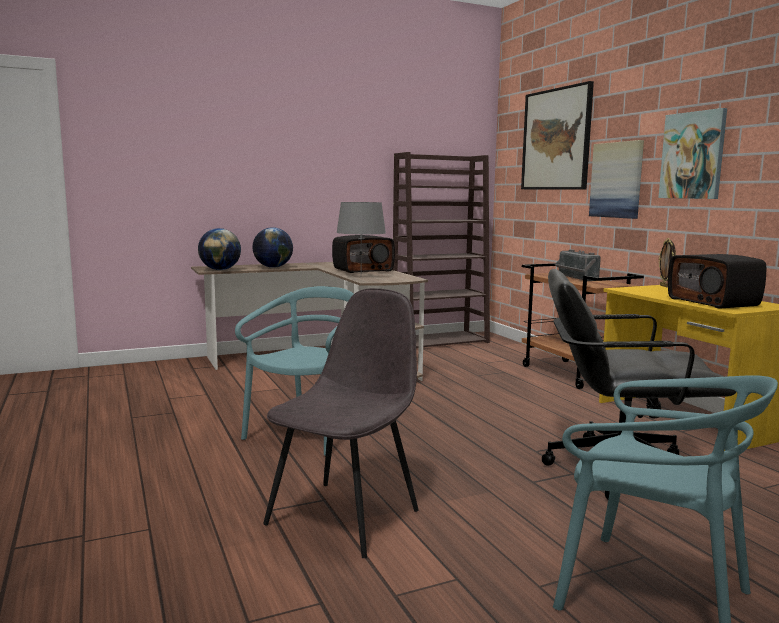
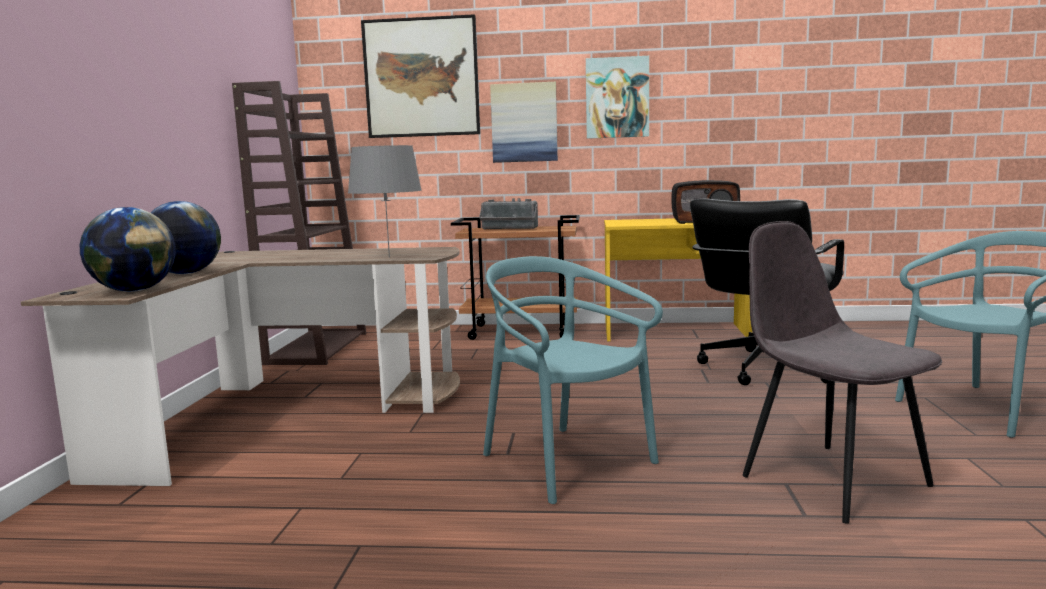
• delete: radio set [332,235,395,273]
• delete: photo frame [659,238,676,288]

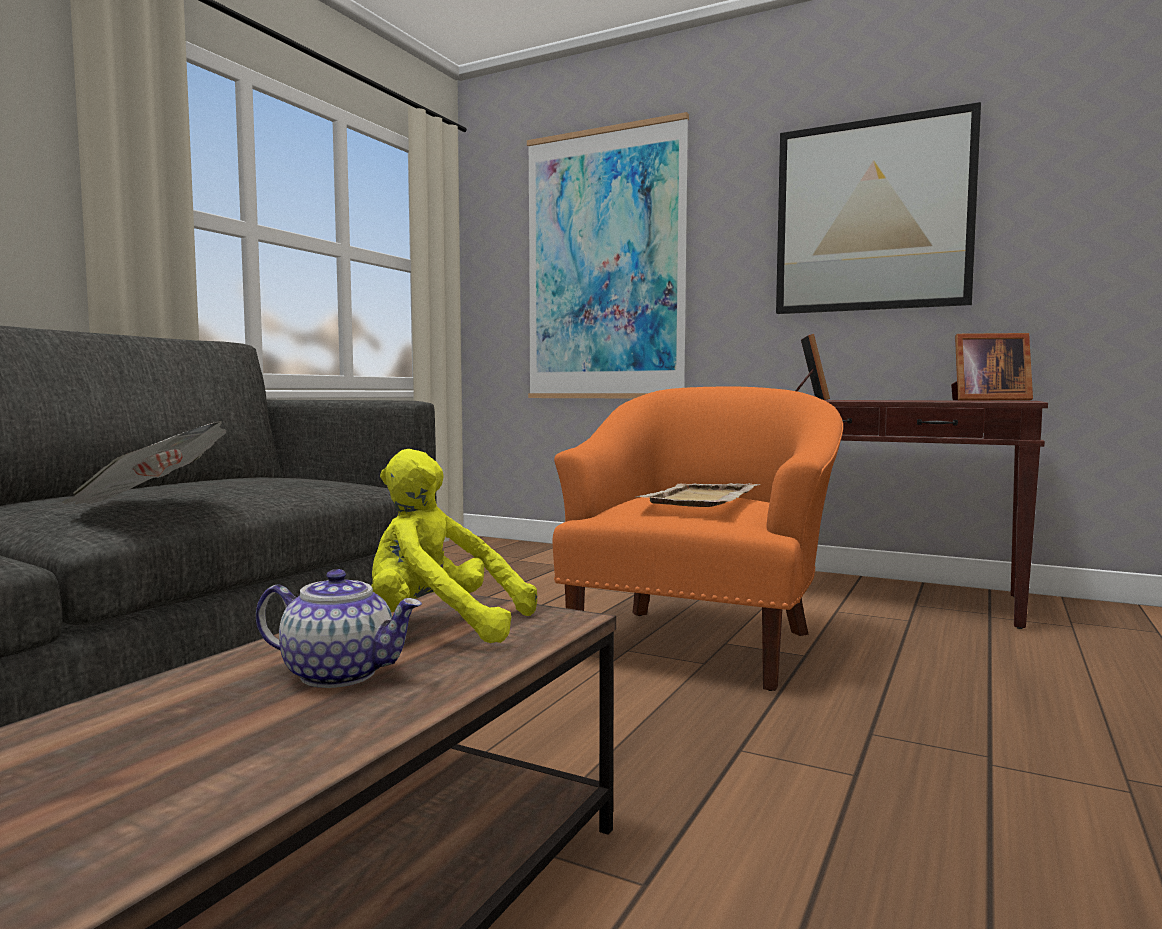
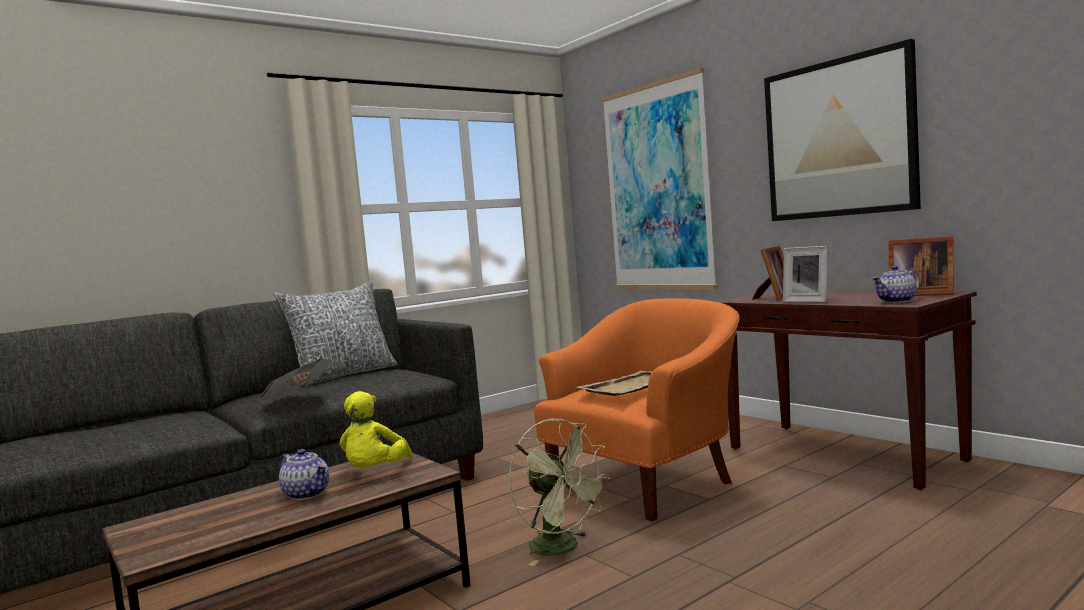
• rotate: soft toy (yellow-coloured) [371,449,537,643] = [339,391,413,468] 120 degrees counterclockwise
• insert: cushion [274,281,398,387]
• insert: fan (green) [509,419,611,566]
• insert: photo frame [783,246,828,302]
• insert: teapot [871,266,920,303]

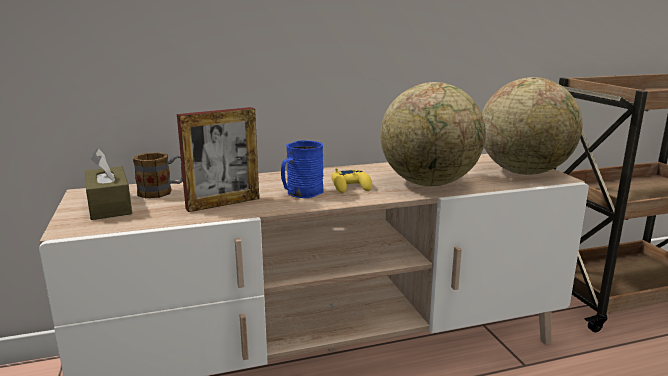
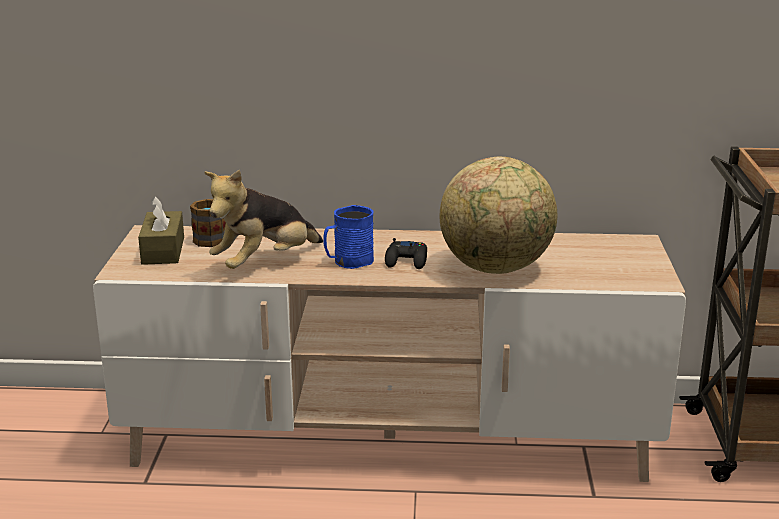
• replace: photo frame [177,107,259,212] to soft toy [204,170,323,269]
• recolor: gamepad (yellow-coloured) [331,168,372,193] to gamepad (blackish) [385,238,427,269]
• delete: world globe [482,77,582,175]

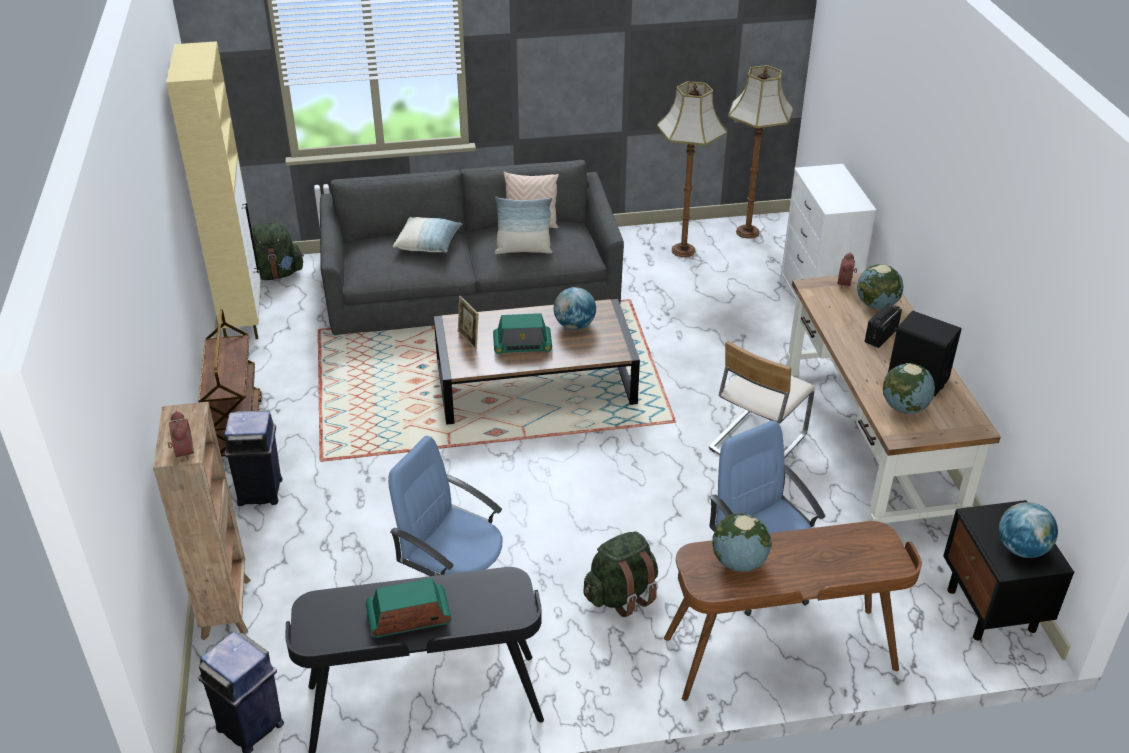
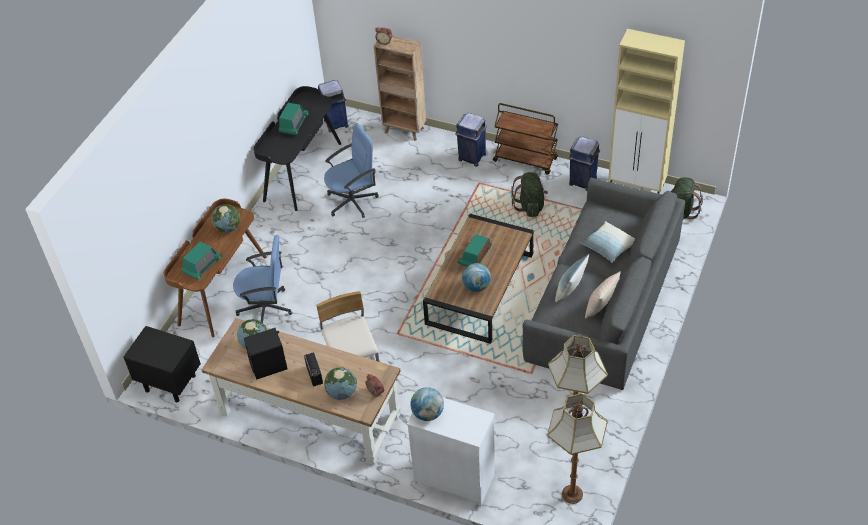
• delete: photo frame [458,296,479,349]
• move: backpack (green) [583,532,658,617] to [512,172,548,217]
• move: world globe [999,502,1058,558] to [410,387,444,421]
• insert: radio set [182,241,222,280]
• insert: rubbish bin (bluish) [569,136,600,191]

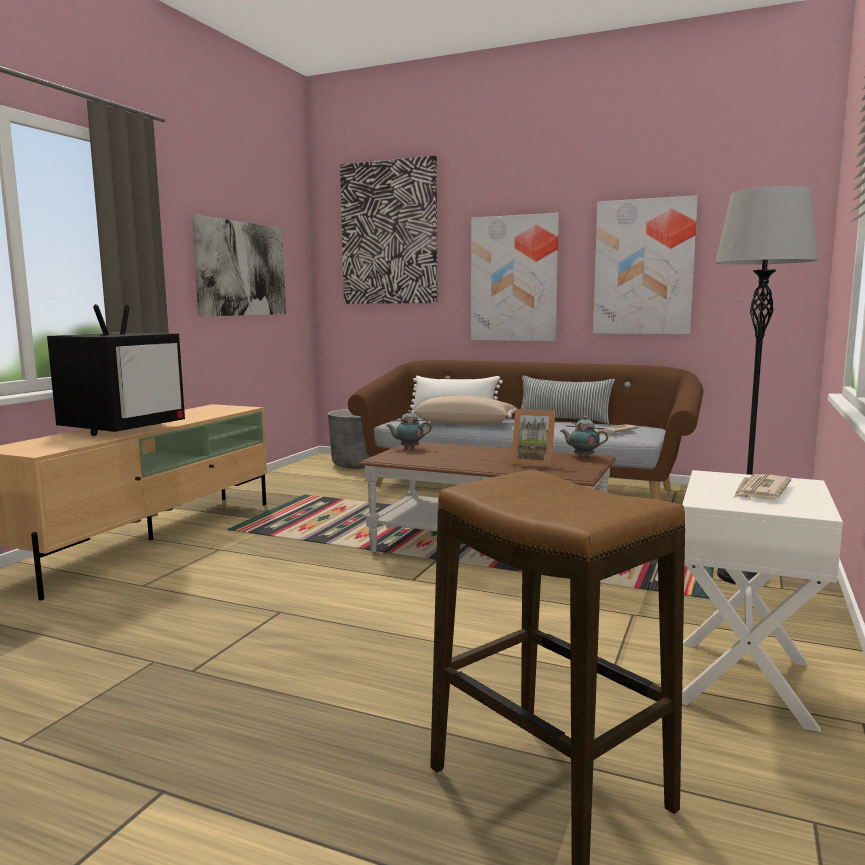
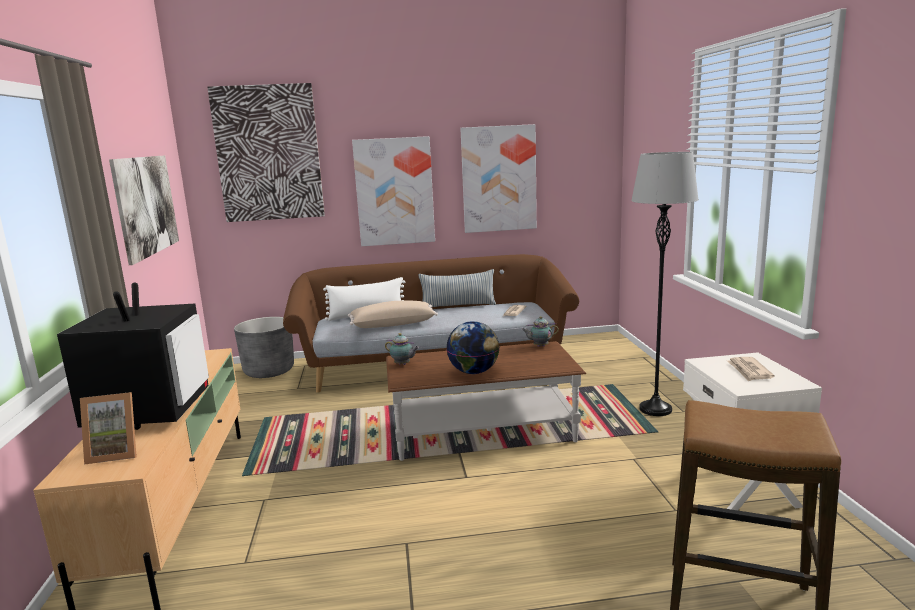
• rotate: teapot [386,410,432,449] = [385,333,419,365] 120 degrees counterclockwise
• move: photo frame [511,409,556,467] to [80,392,137,465]
• insert: world globe [446,321,500,374]

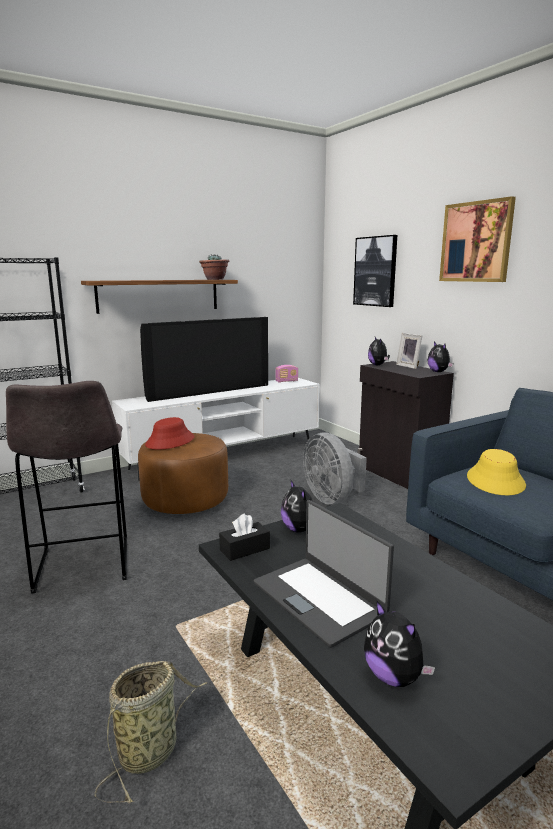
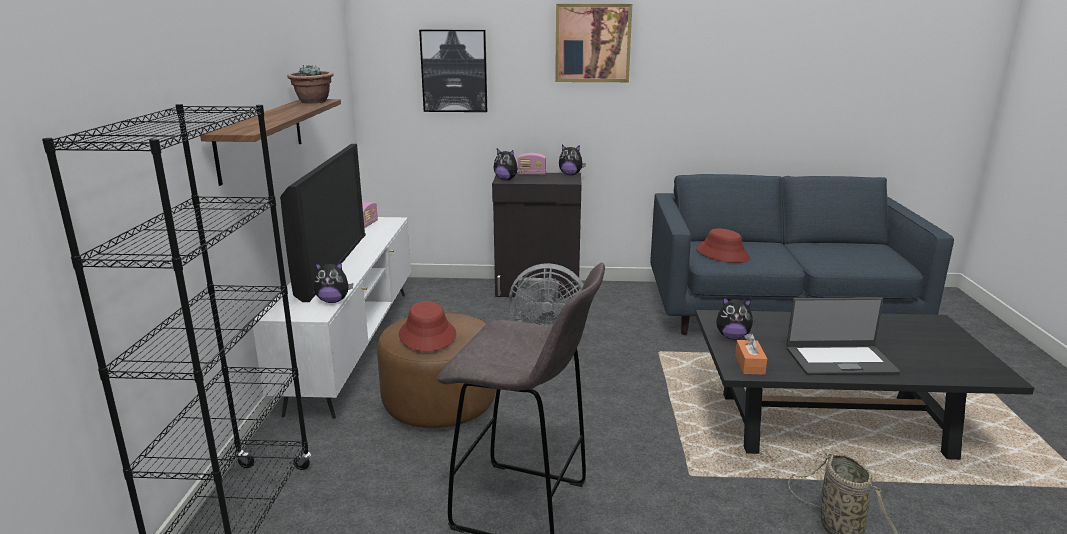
• recolor: tissue holder (blackish) [219,513,270,561] to tissue holder (orange) [735,333,767,375]
• move: soft toy [364,601,435,687] to [314,262,353,303]
• replace: photo frame [396,333,422,369] to radio set [518,153,546,175]
• recolor: hat (yellow-coloured) [467,449,526,495] to hat (red-coloured) [696,228,750,263]

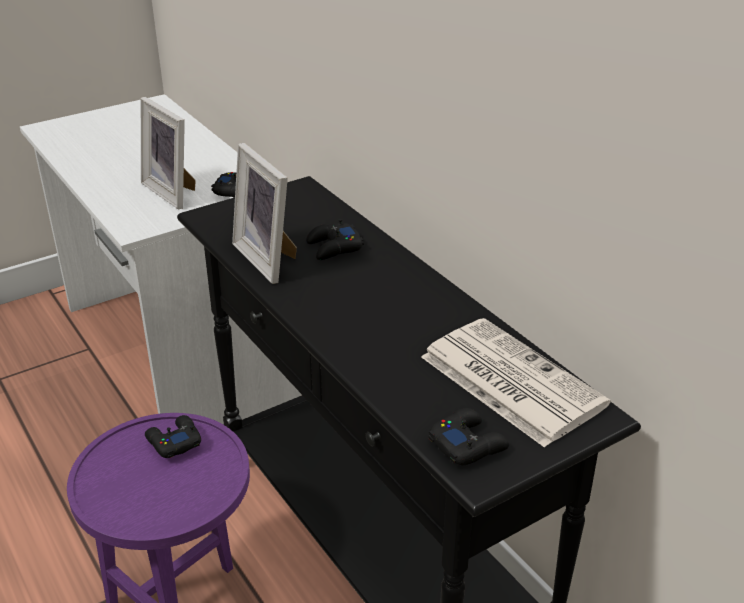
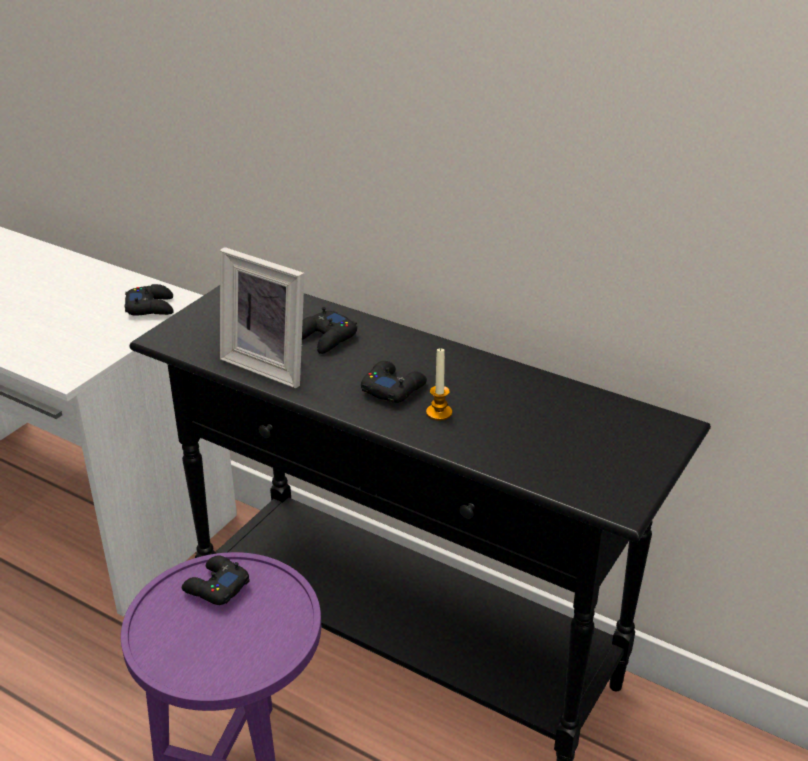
• delete: photo frame [141,97,196,209]
• delete: printed paper [421,318,611,448]
• move: gamepad (blackish) [428,408,509,465] to [361,361,427,403]
• insert: wax candle [426,347,452,421]

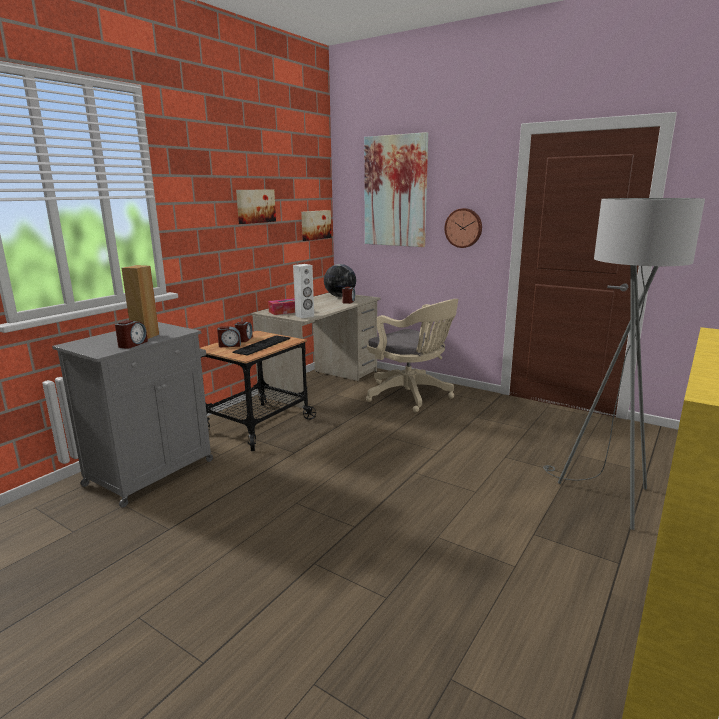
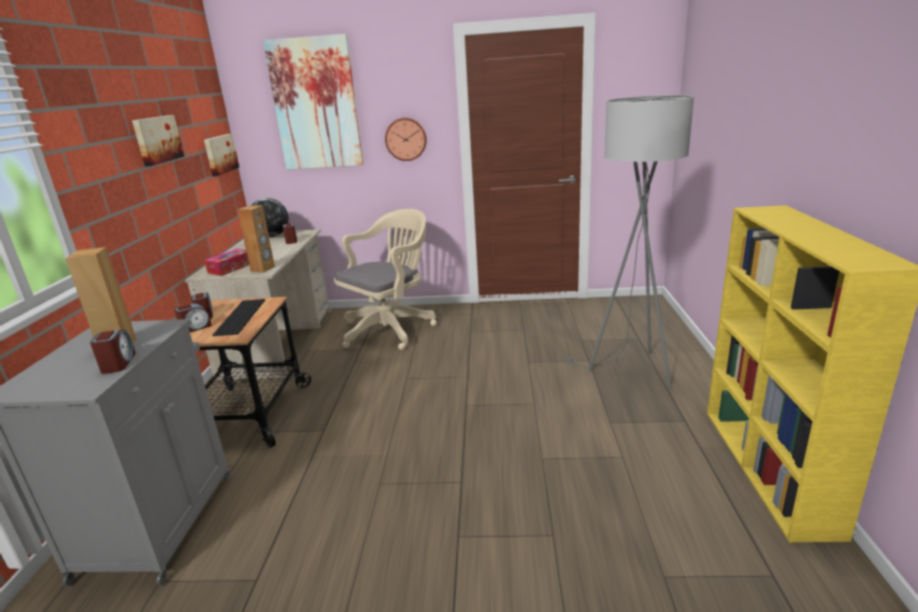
• recolor: loudspeaker (white-coloured) [293,264,314,318] to loudspeaker (brownish) [237,205,275,273]
• rotate: computer chair (sand-coloured) [366,299,458,412] = [334,209,437,350] 60 degrees counterclockwise

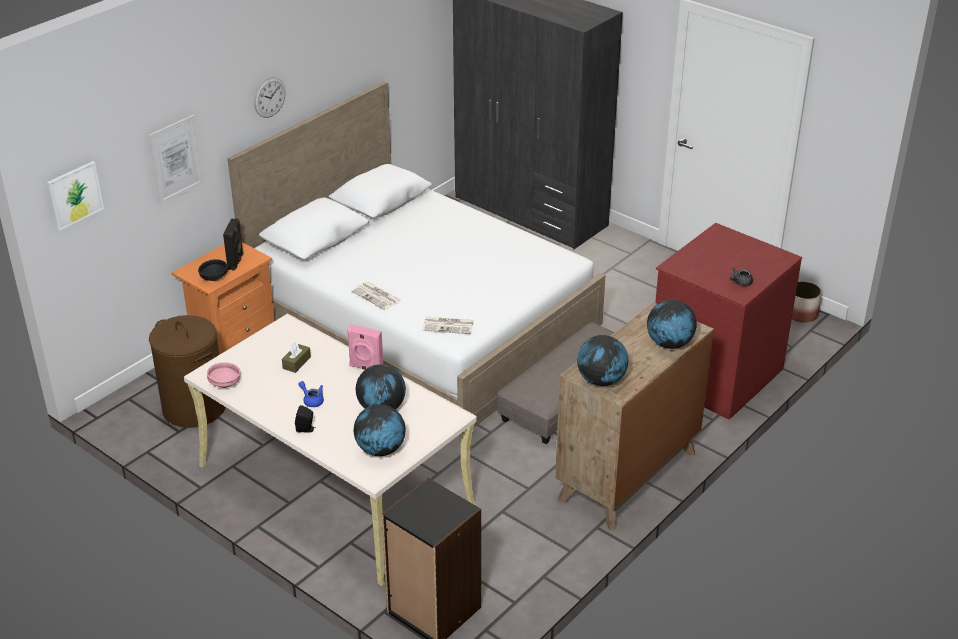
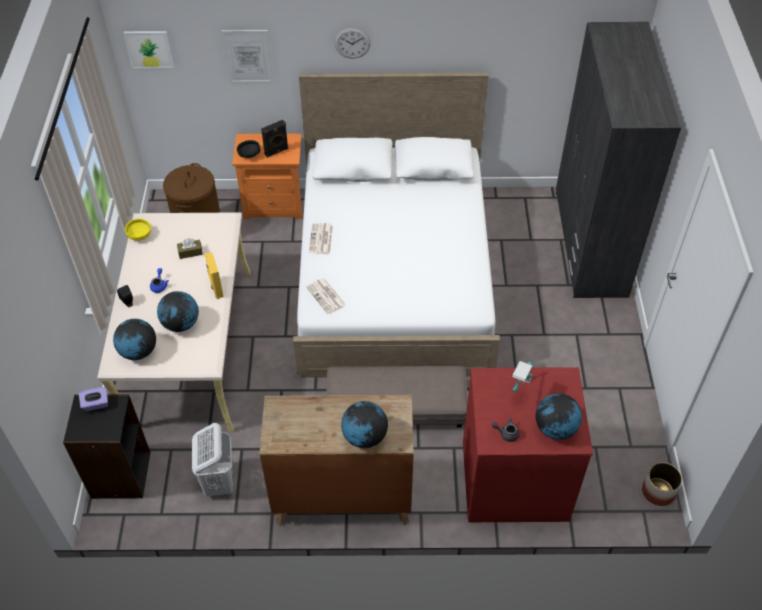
• recolor: serving bowl (pink) [207,362,240,388] to serving bowl (yellow-coloured) [125,218,151,241]
• recolor: loudspeaker (pink) [347,324,383,370] to loudspeaker (yellow-coloured) [205,252,224,299]
• move: world globe [577,335,628,386] to [535,393,582,440]
• insert: tissue holder (purple-coloured) [79,387,108,411]
• insert: washing basket (white-coloured) [192,423,233,496]
• insert: tabletop lamp [512,361,533,392]

